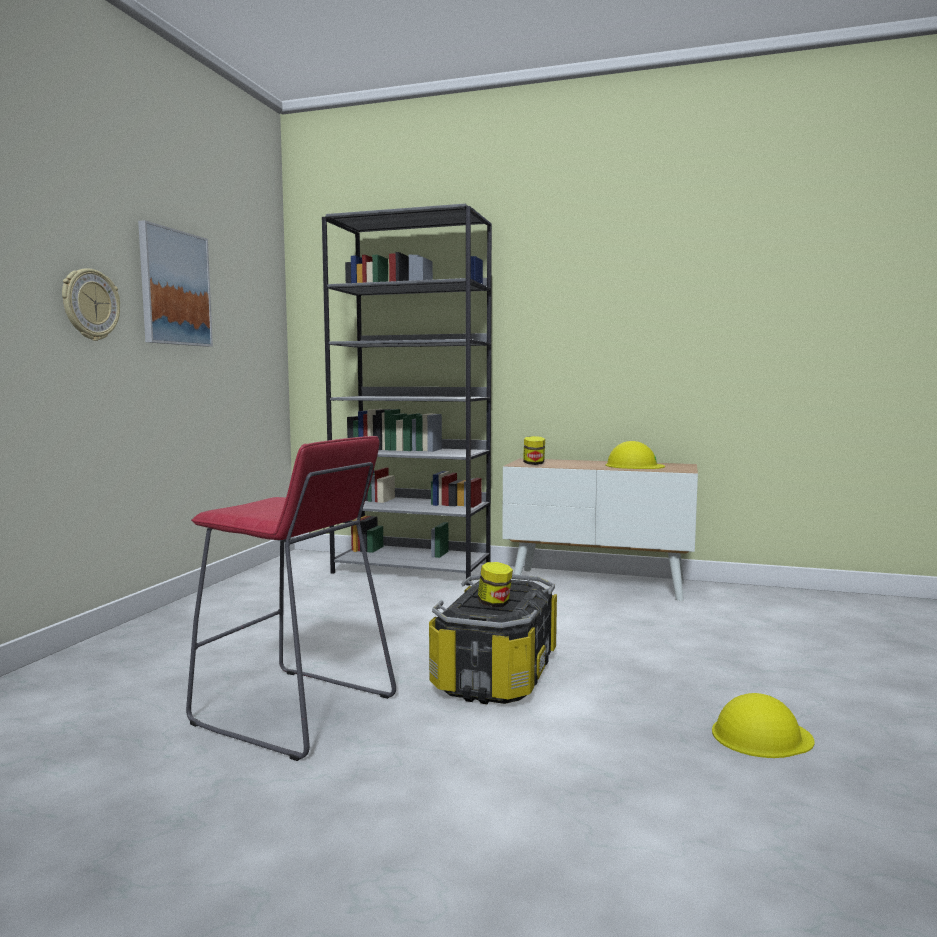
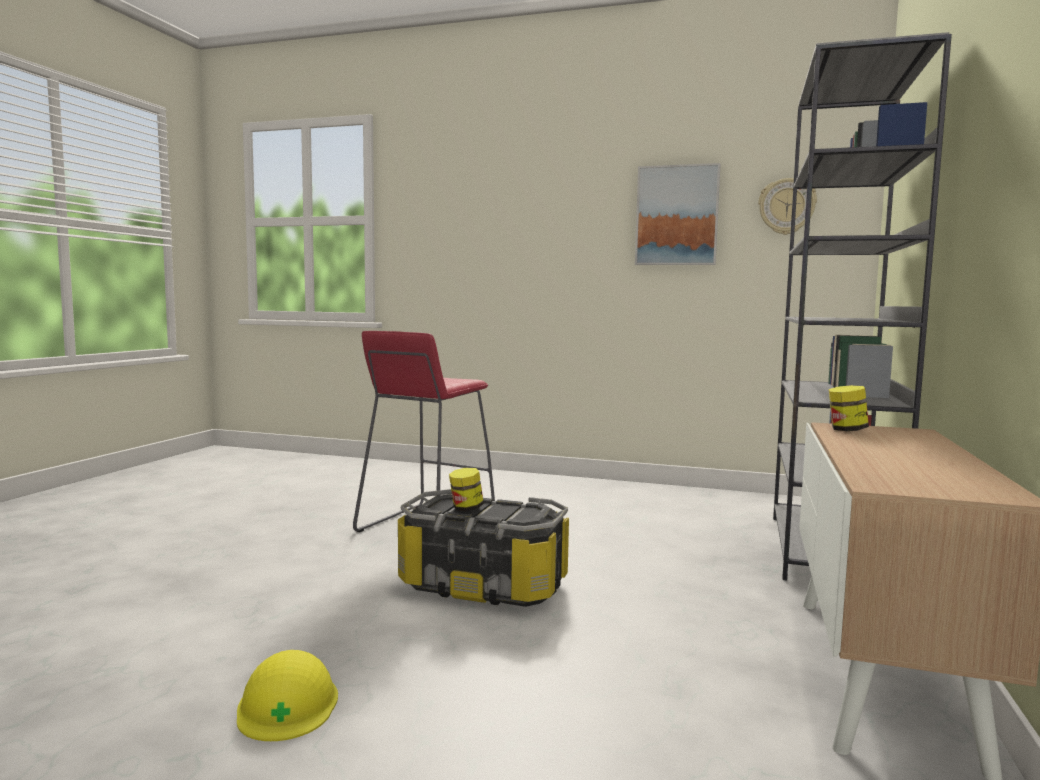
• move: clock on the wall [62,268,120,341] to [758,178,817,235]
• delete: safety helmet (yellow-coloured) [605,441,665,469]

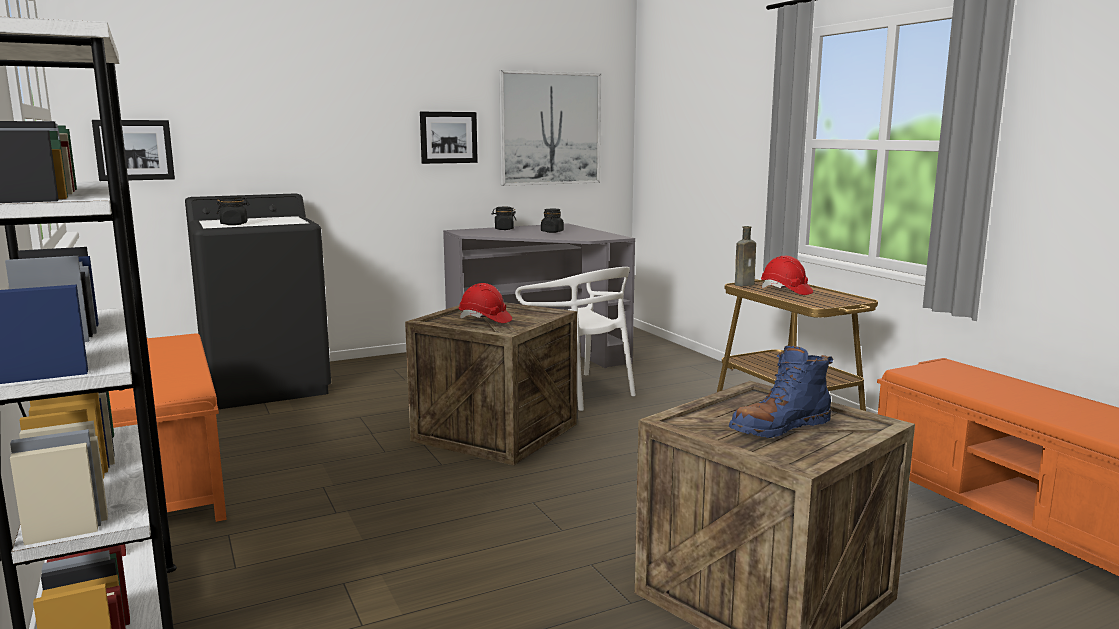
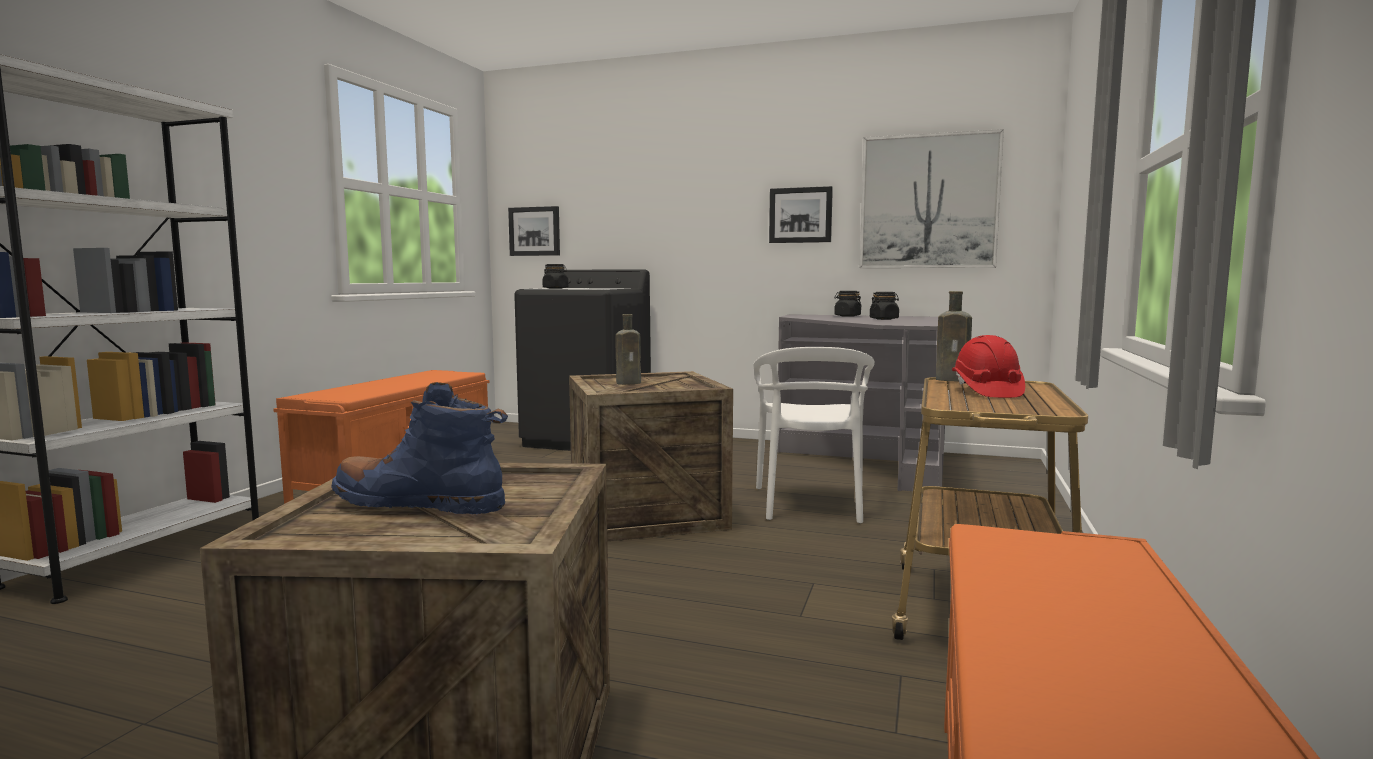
• replace: safety helmet (red-coloured) [459,283,512,323] to drink bottle (brownish) [615,314,641,385]

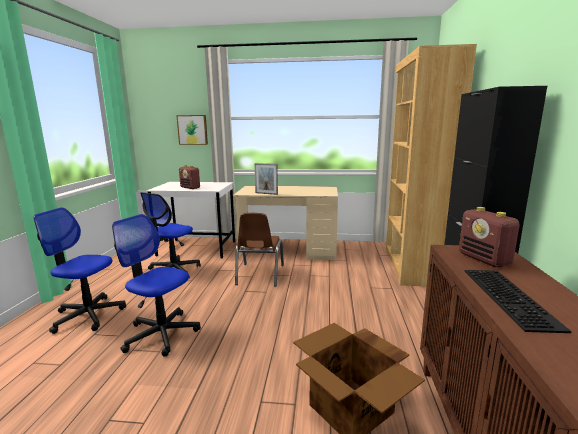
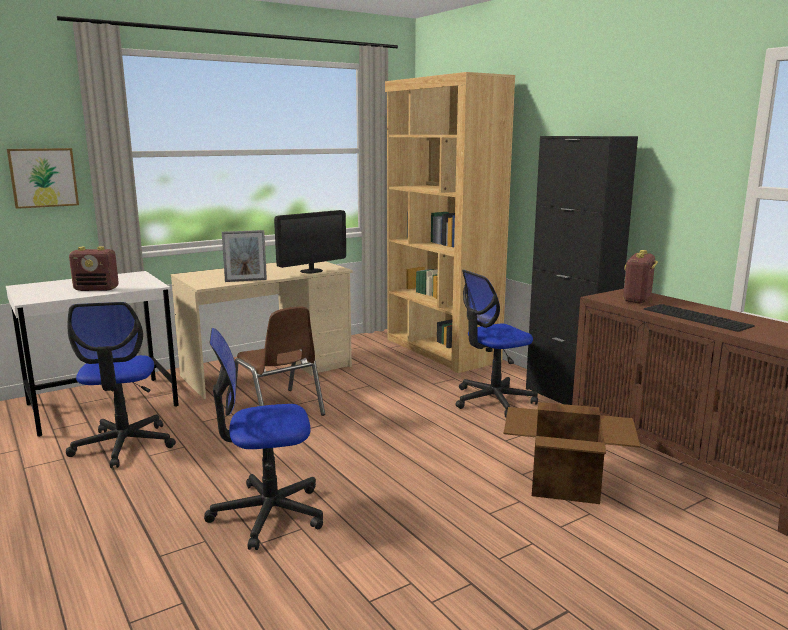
• move: computer chair [34,207,126,334] to [455,270,538,418]
• rotate: radio set [459,207,520,267] = [623,250,658,304] 90 degrees clockwise
• insert: computer display [274,210,346,273]

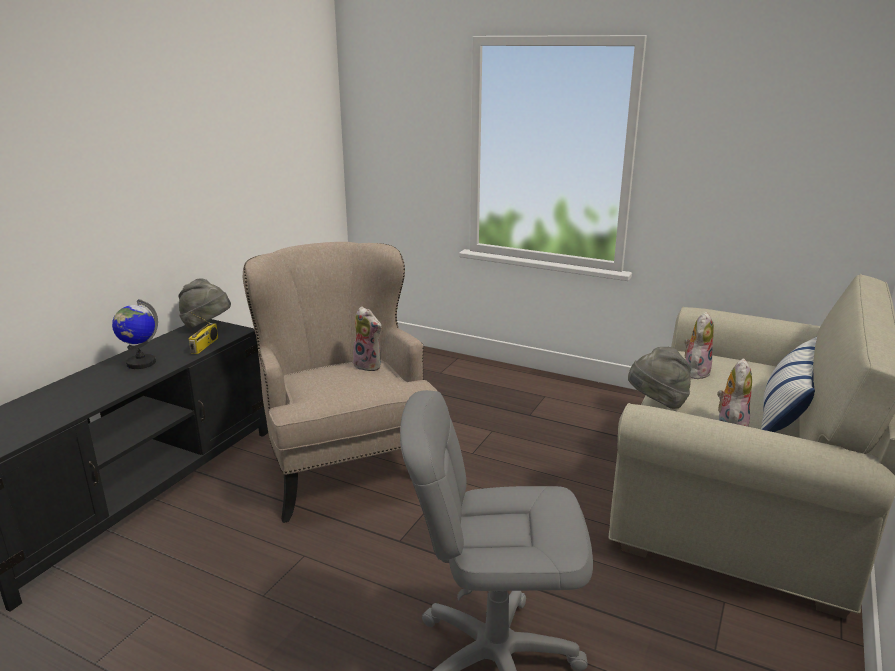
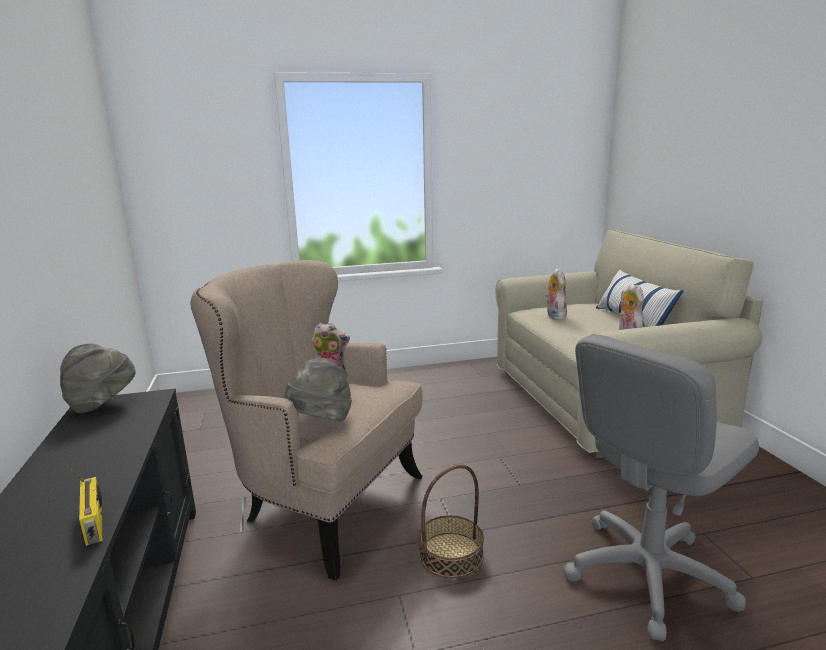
• delete: world globe [112,299,158,369]
• move: radio set [188,312,218,354] to [71,470,103,546]
• move: hat (greyish) [628,347,691,409] to [284,358,352,421]
• insert: storage basket [418,464,484,578]

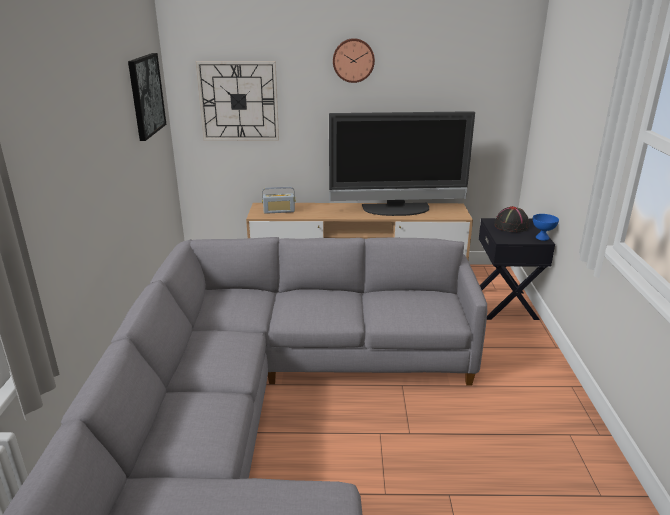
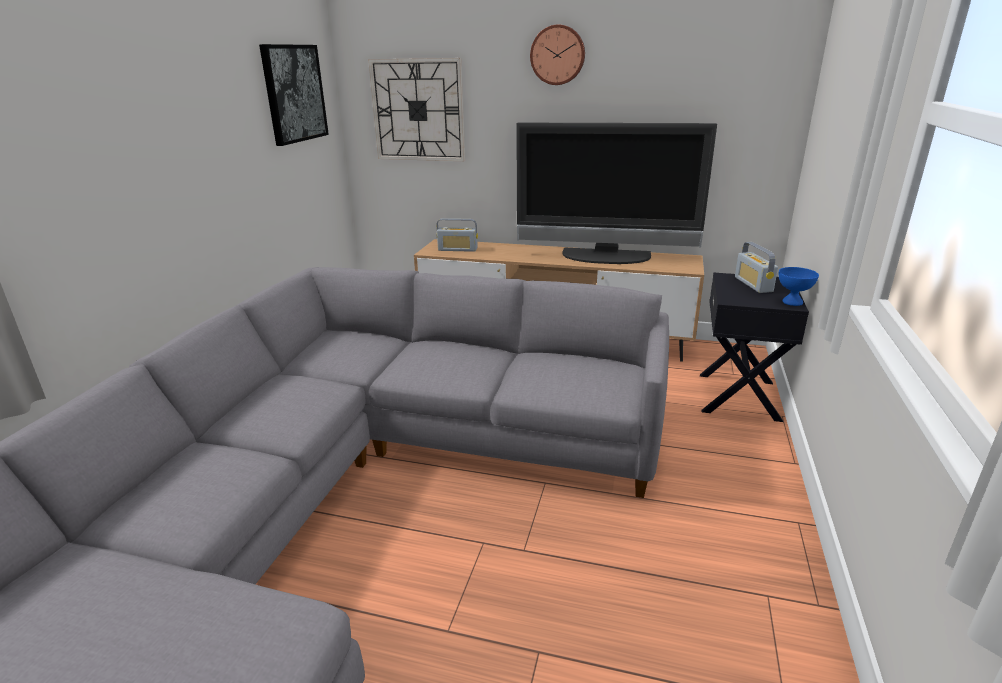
• replace: hat (blackish) [494,207,529,232] to radio set [735,242,778,293]

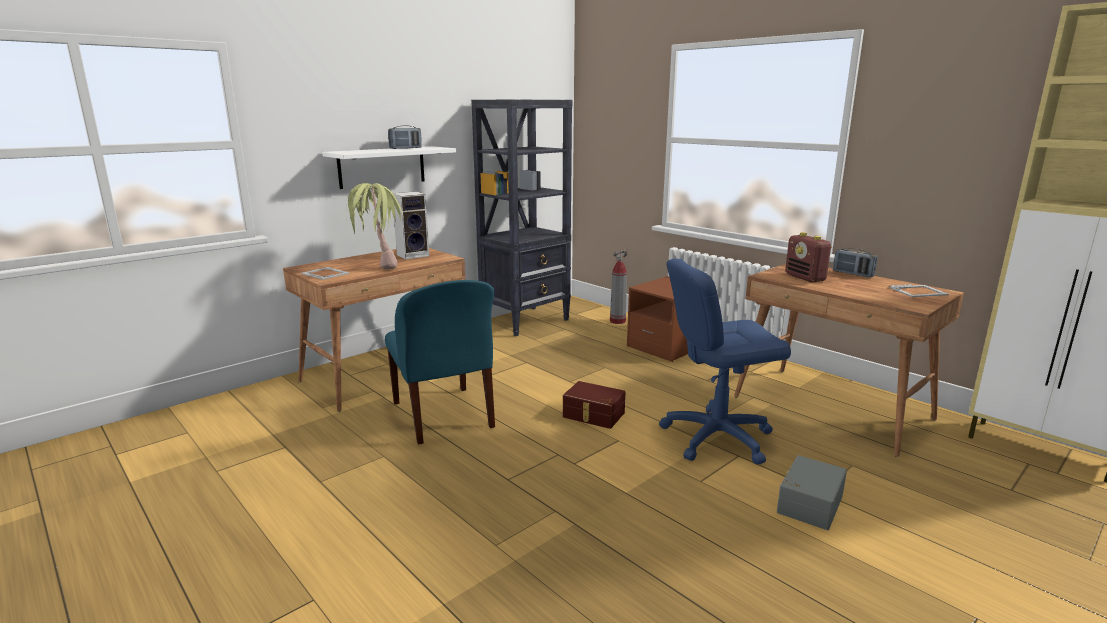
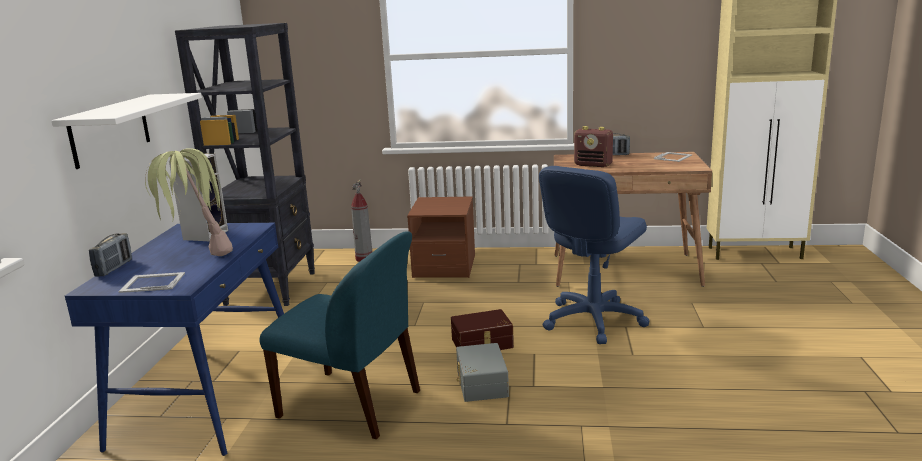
• recolor: desk table (brownish) [283,248,465,412] to desk table (bluish) [65,223,284,456]
• move: radio set [388,125,422,149] to [89,233,132,277]
• move: storage container (greyish) [777,455,847,530] to [456,343,509,402]

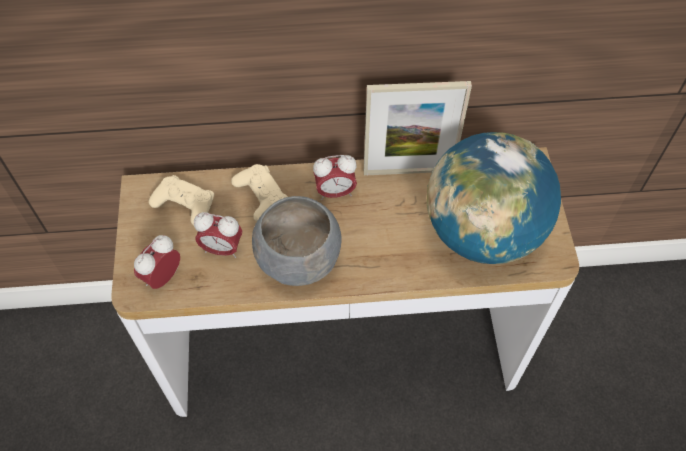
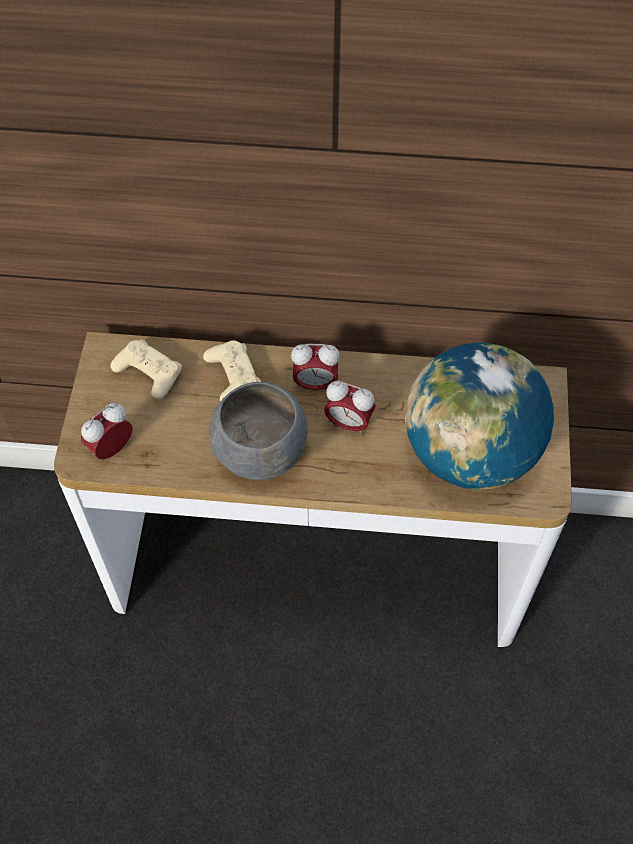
• move: table clock [194,212,242,258] to [324,381,376,436]
• delete: photo frame [364,81,472,175]

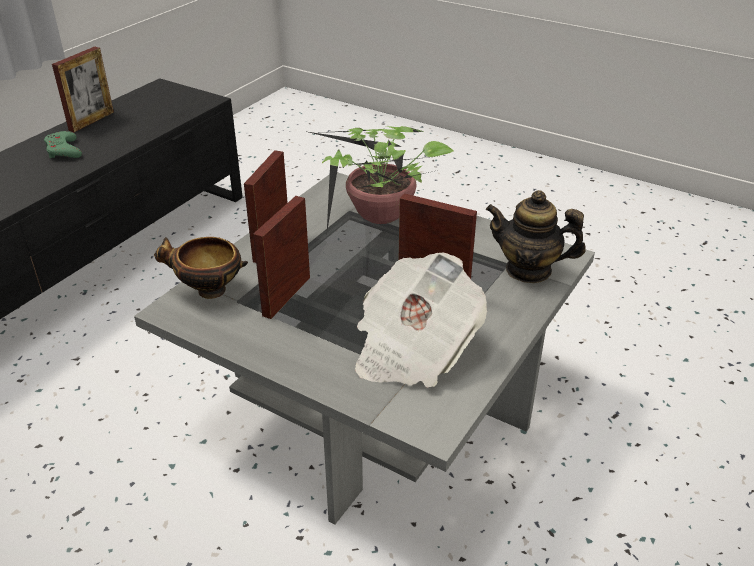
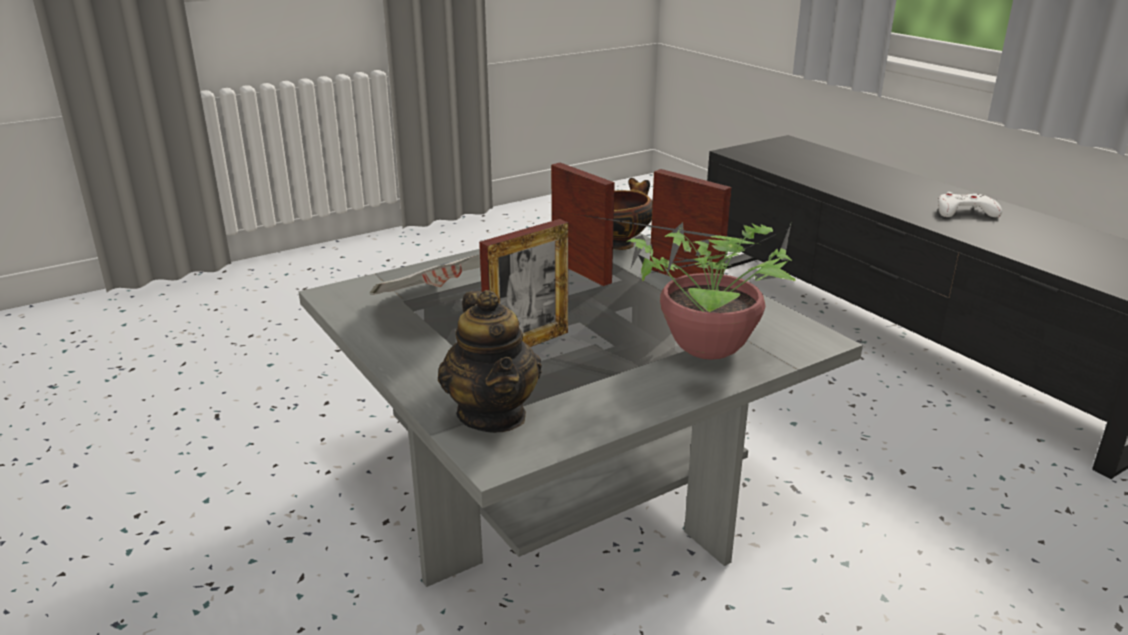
• recolor: gamepad (green) [44,131,82,158] to gamepad (white-coloured) [938,192,1002,217]
• delete: photo frame [52,46,114,132]
• rotate: teapot [486,190,586,283] = [438,290,542,433] 120 degrees clockwise

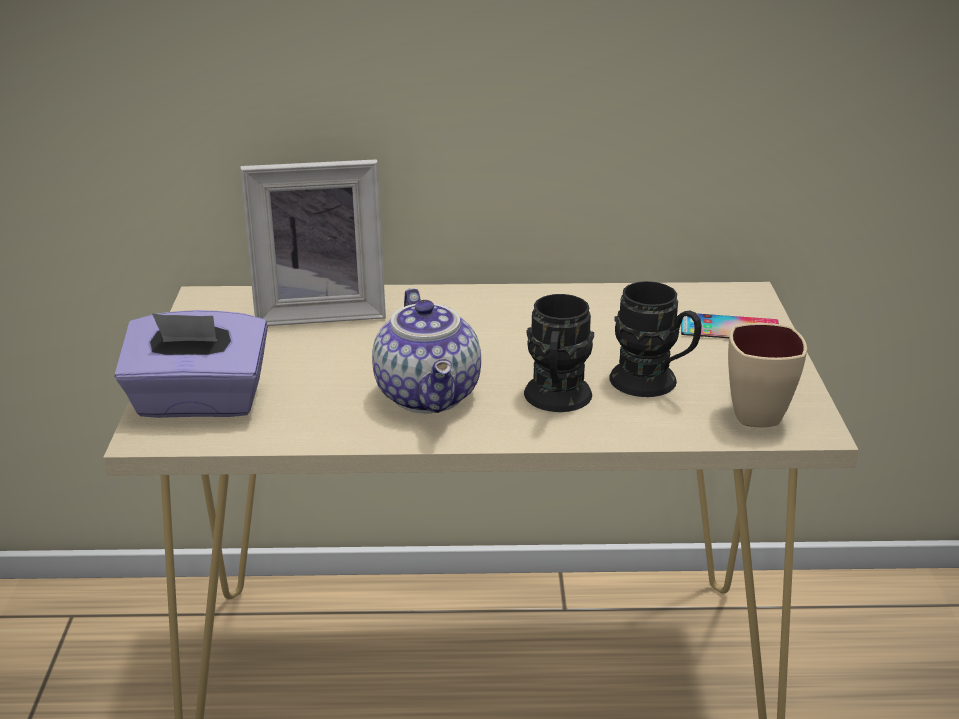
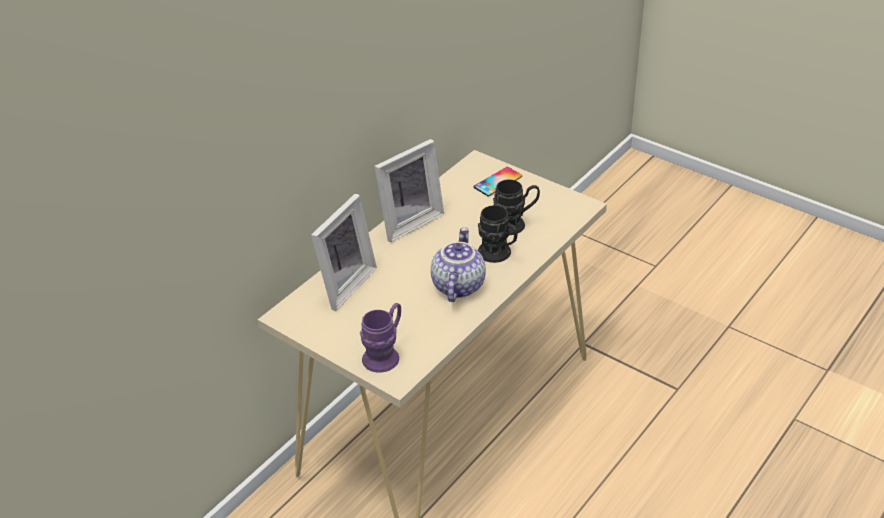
• replace: tissue holder (purple-coloured) [115,310,268,418] to mug (purple-coloured) [360,303,401,373]
• rotate: teapot [372,288,481,413] = [431,227,486,302] 105 degrees counterclockwise
• delete: mug (sand-coloured) [728,323,807,427]
• insert: photo frame [374,139,444,242]

